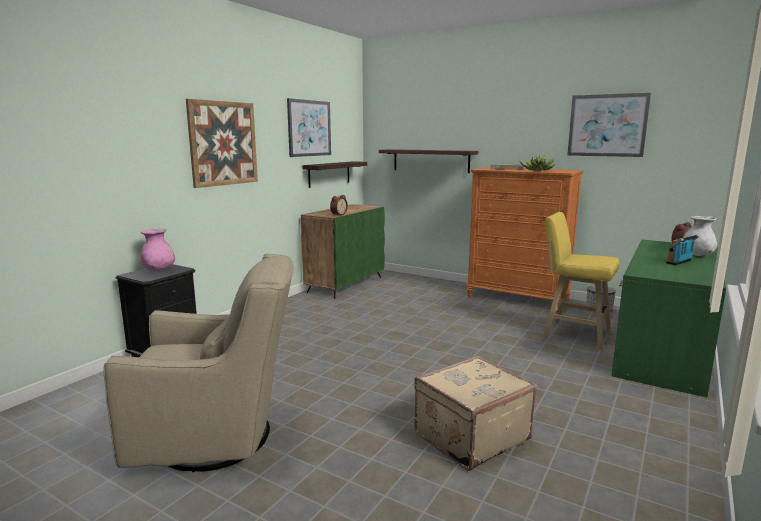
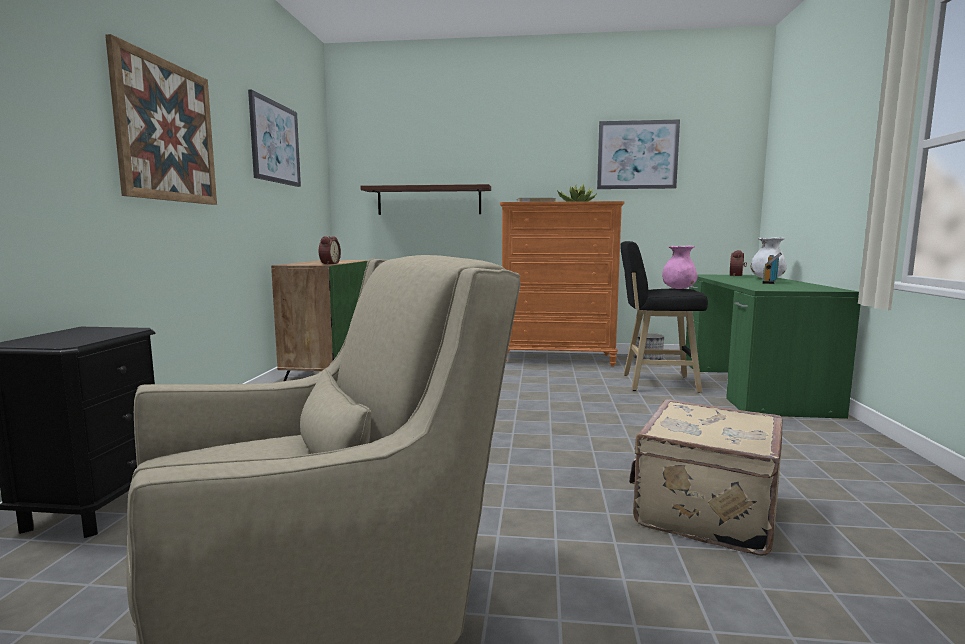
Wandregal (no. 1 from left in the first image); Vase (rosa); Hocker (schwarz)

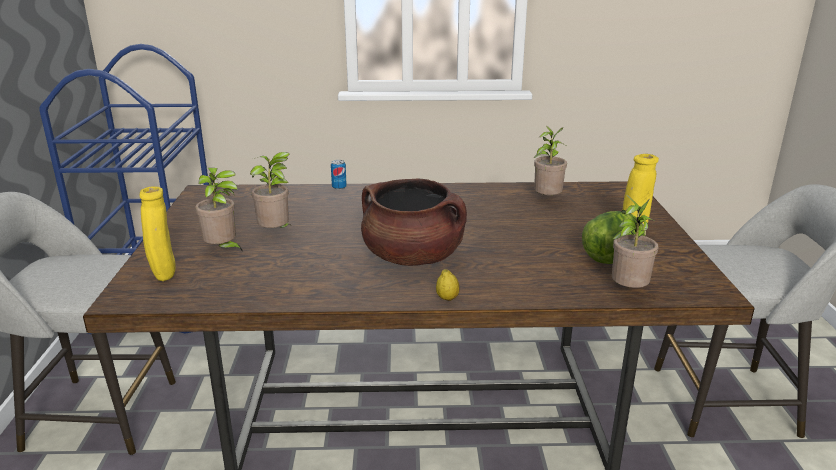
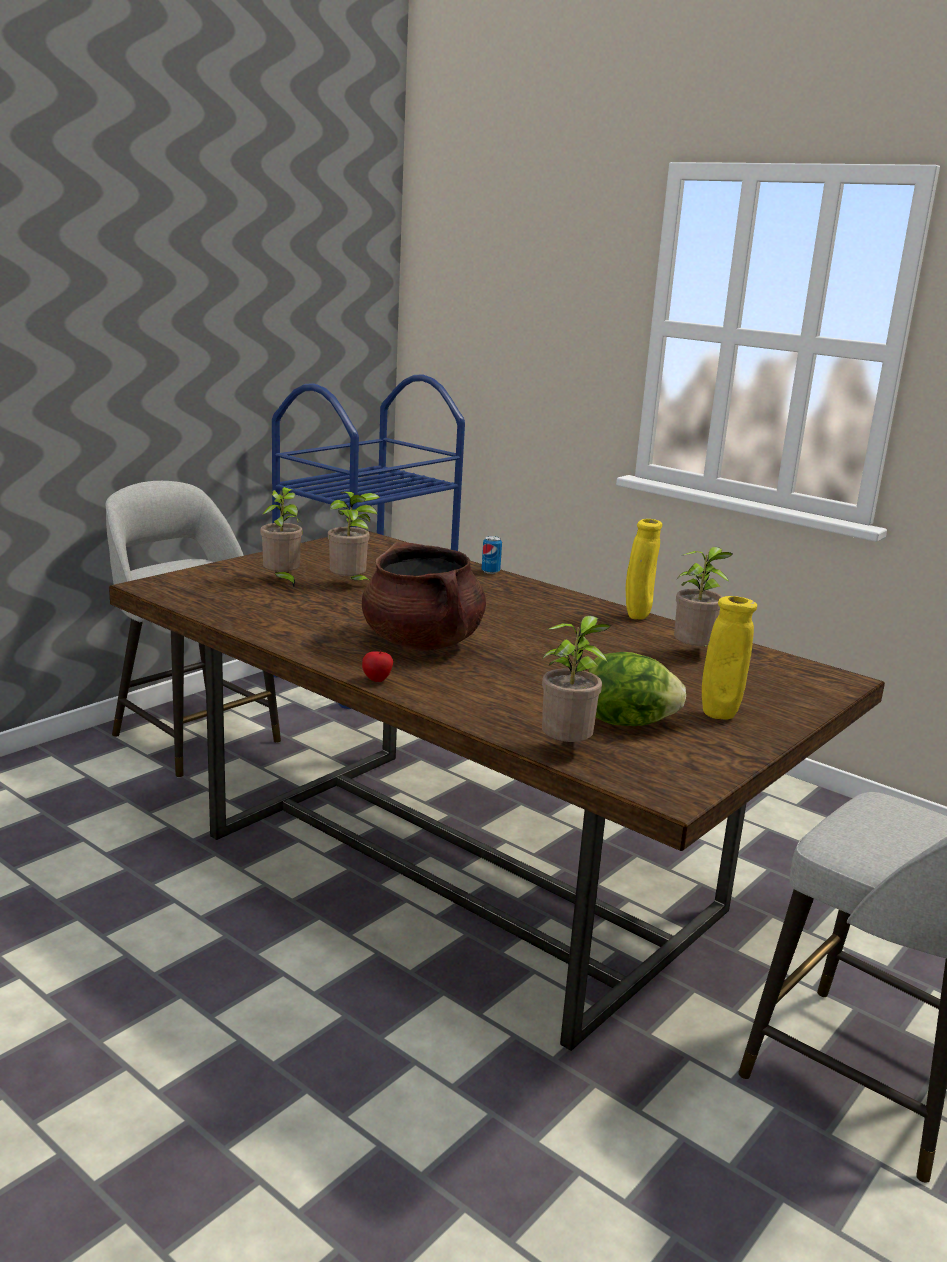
Vase (gelb) (no. 1 from left); Apfel

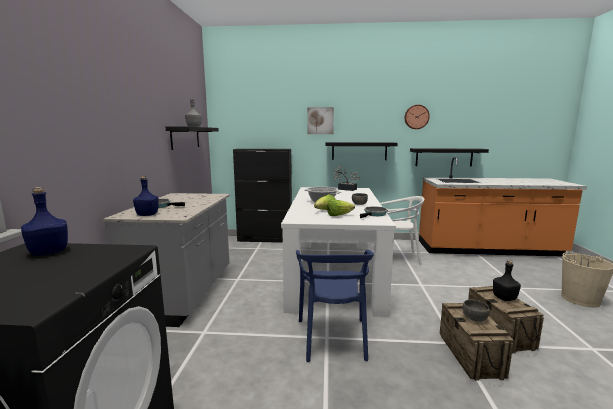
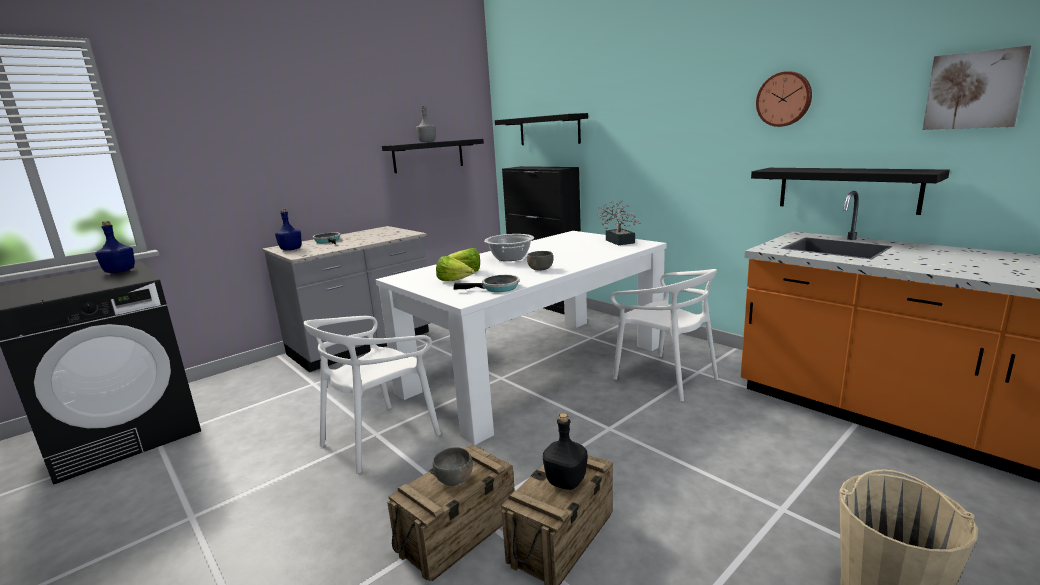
Bild; Wandregal (schwarz) (no. 2 from left); Stuhl (weiß) (no. 1 from left)

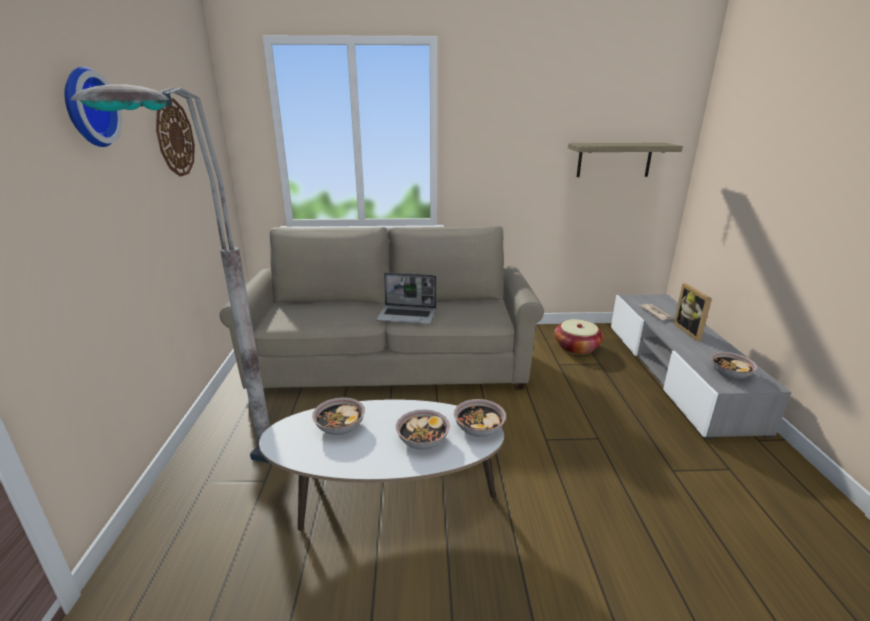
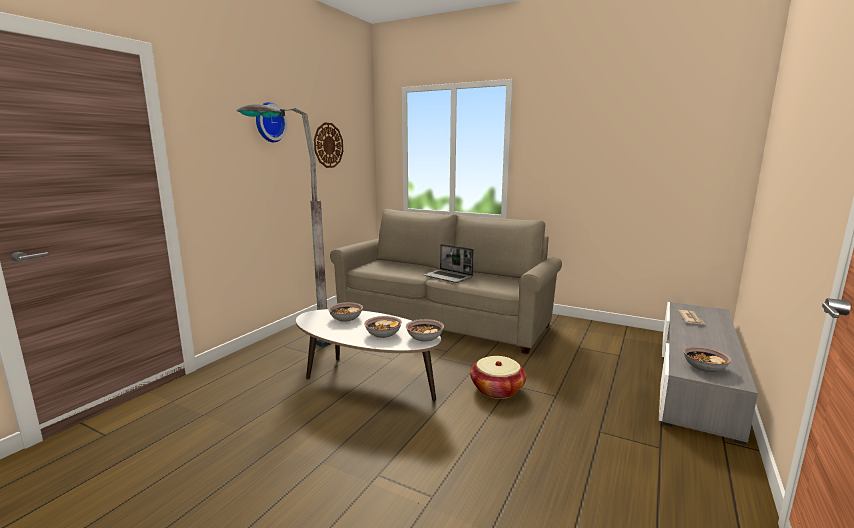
Wandregal; Bilderrahmen; Korb

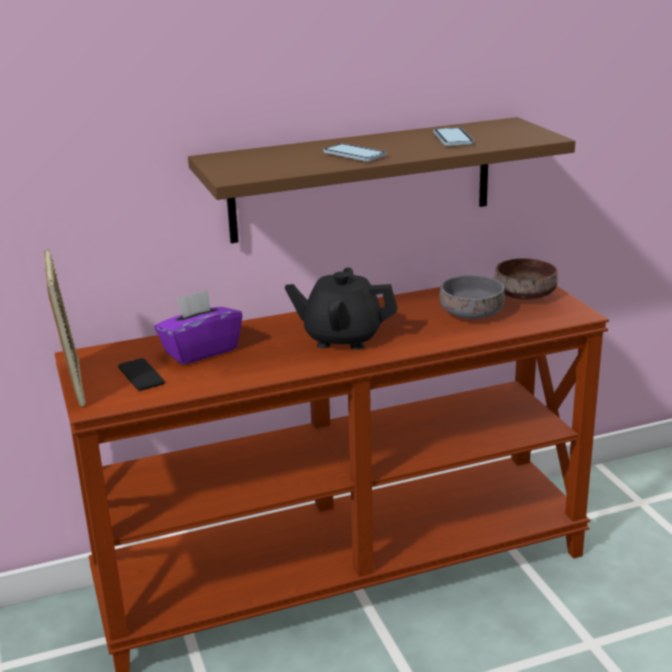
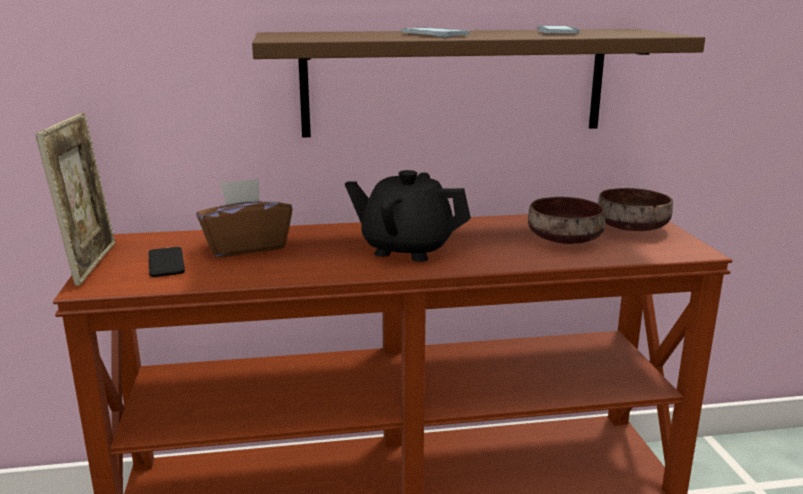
Taschentuchbox (braun); Schüssel (braun) (no. 1 from left)

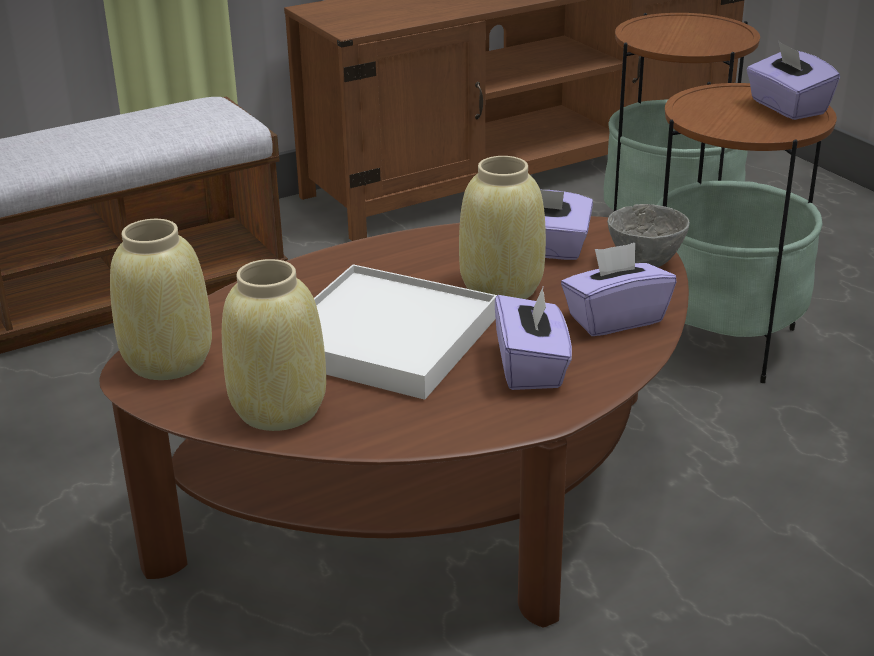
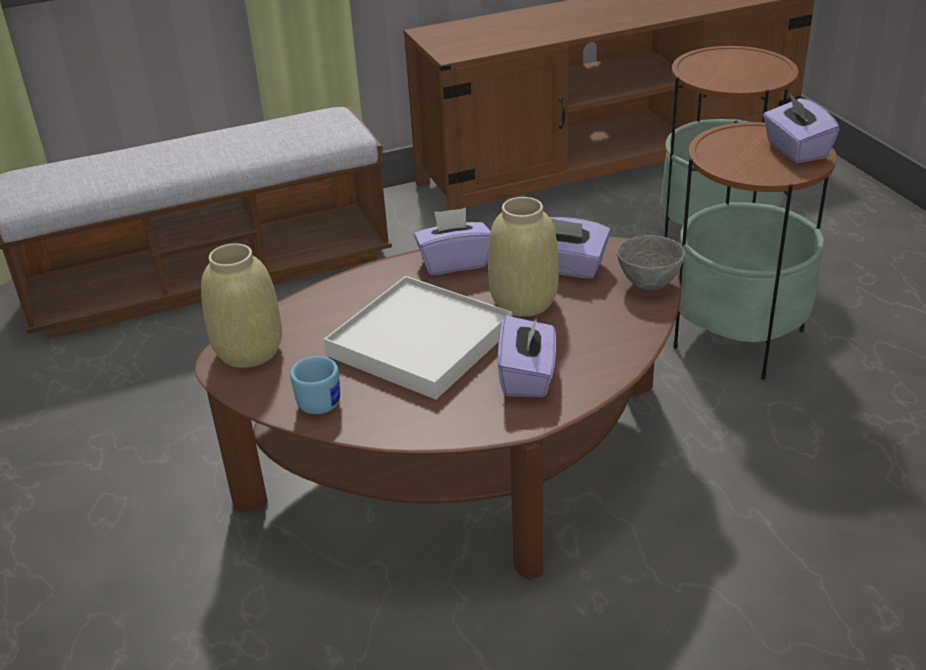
Taschentuchbox (lila) (no. 1 from left); Henkelbecher (blau)

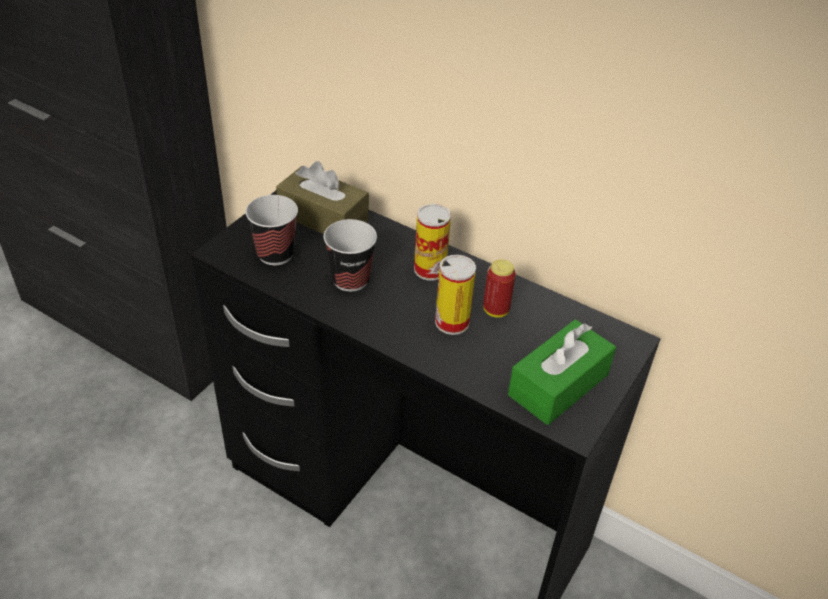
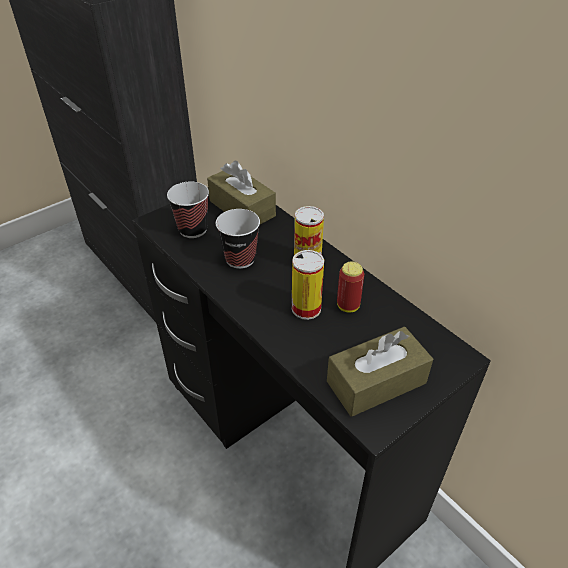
Taschentuchbox (braun) (no. 2 from left)

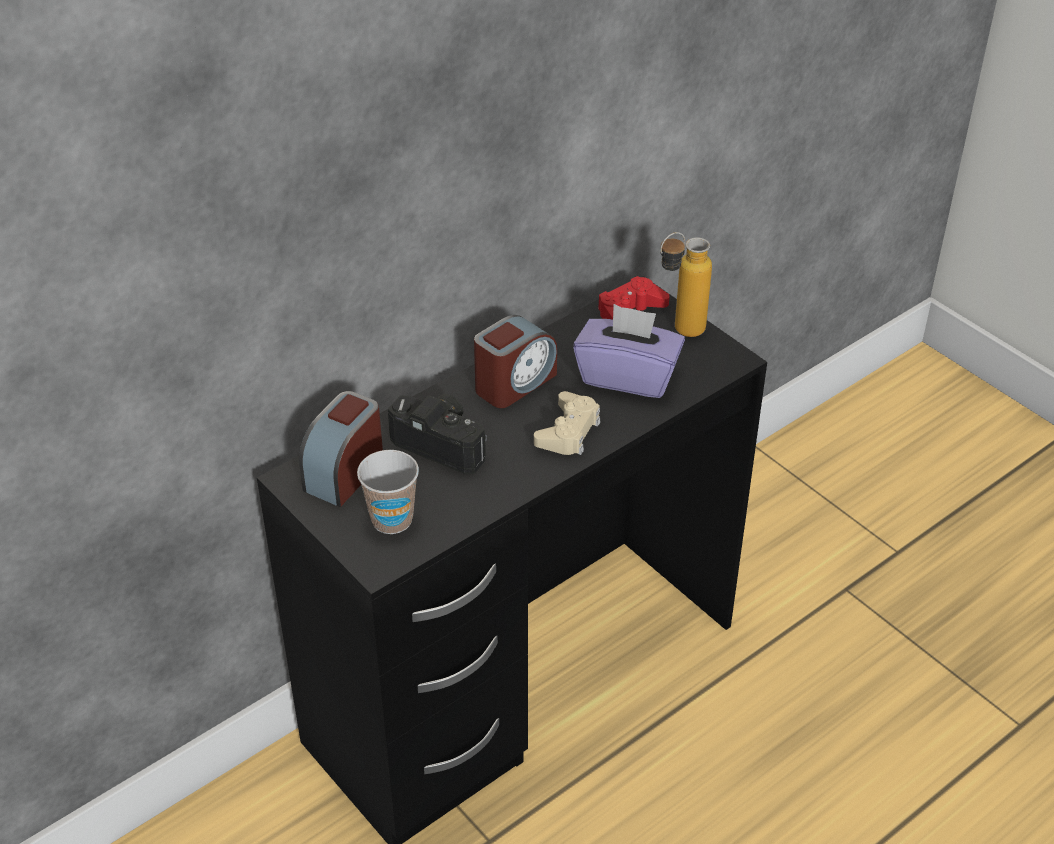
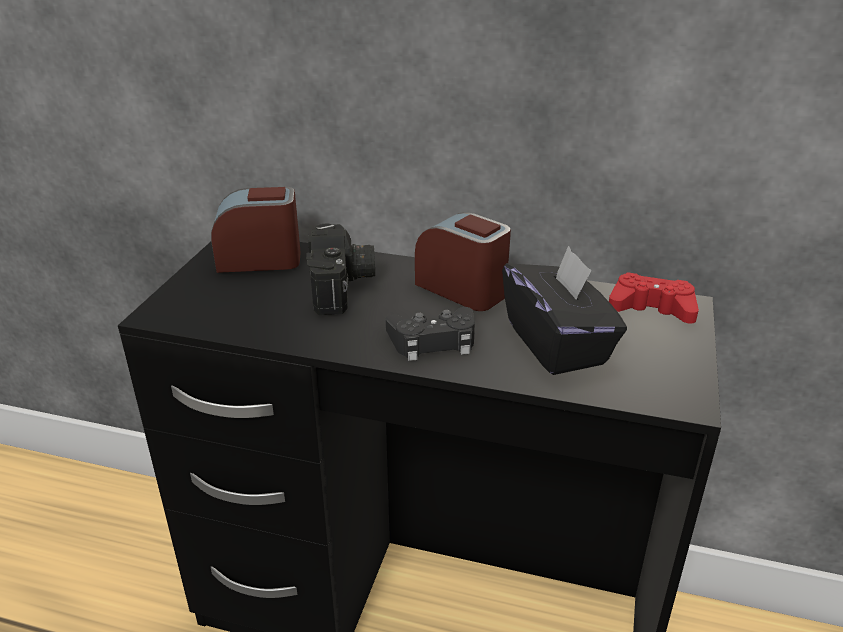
Tasse; Flasche; Gamepad (schwarz); Taschentuchbox (schwarz); Wecker (no. 2 from left)

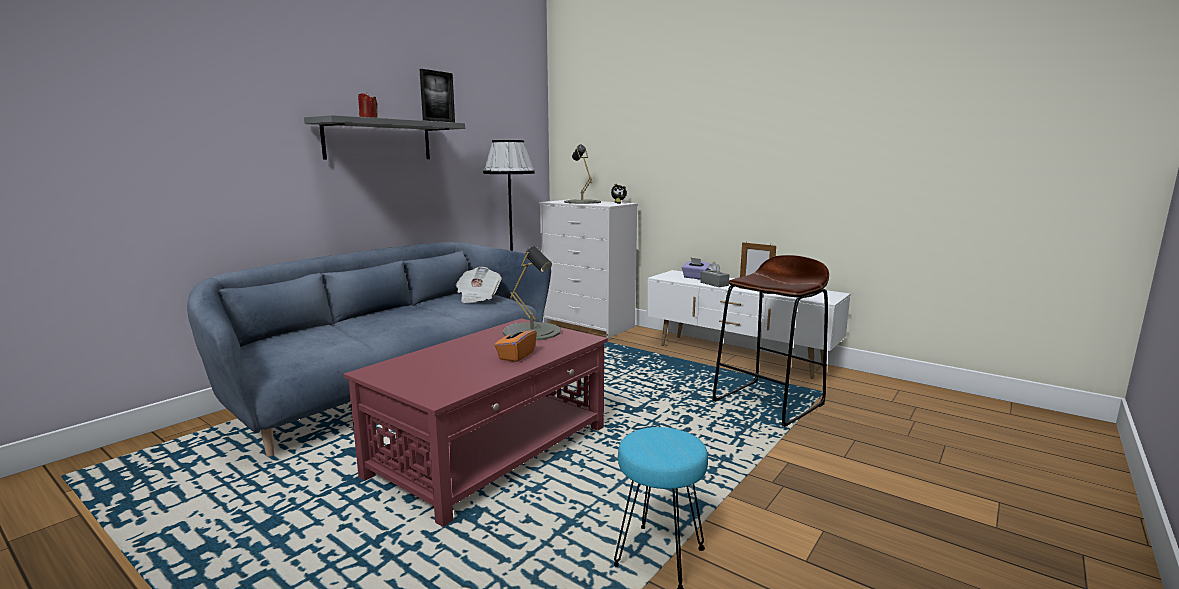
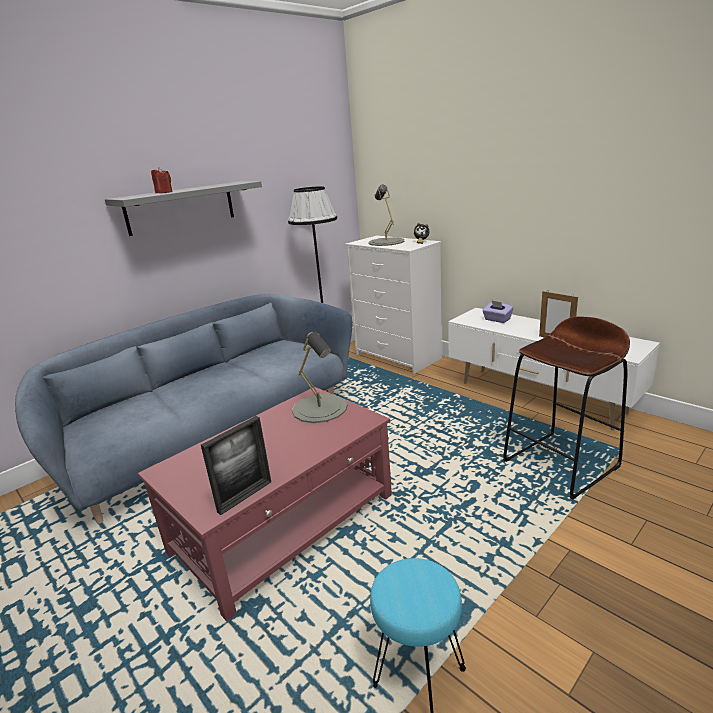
Zeitung; Taschentuchbox (orange); Taschentuchbox (grau); Bilderrahmen (no. 1 from left)

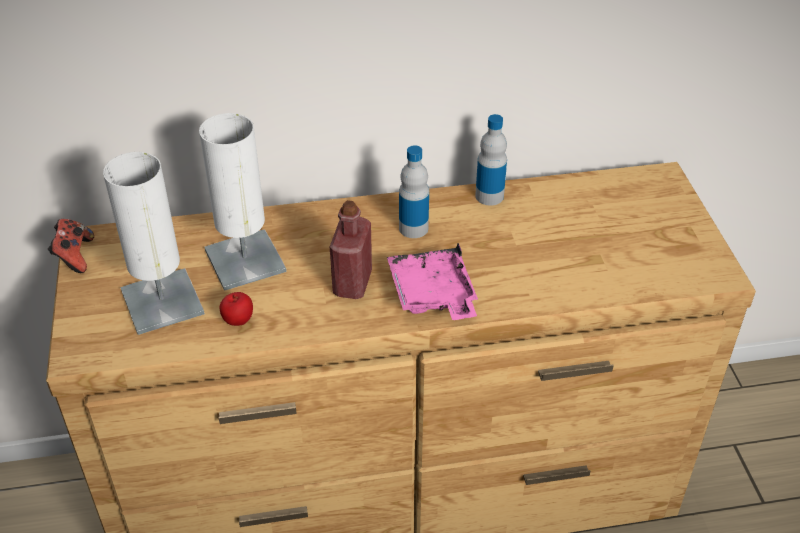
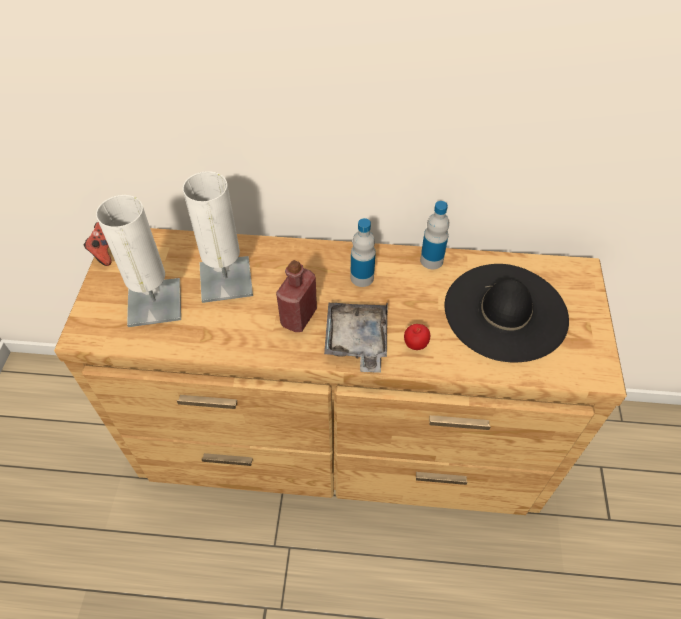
Hut (schwarz); Apfel; Tablett (grau)

